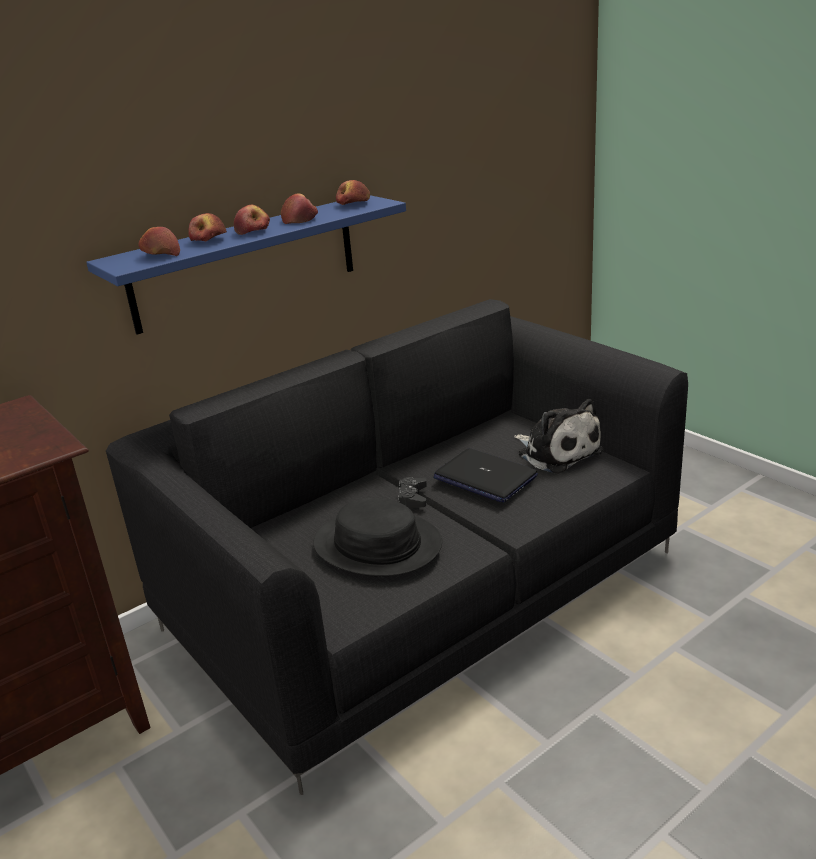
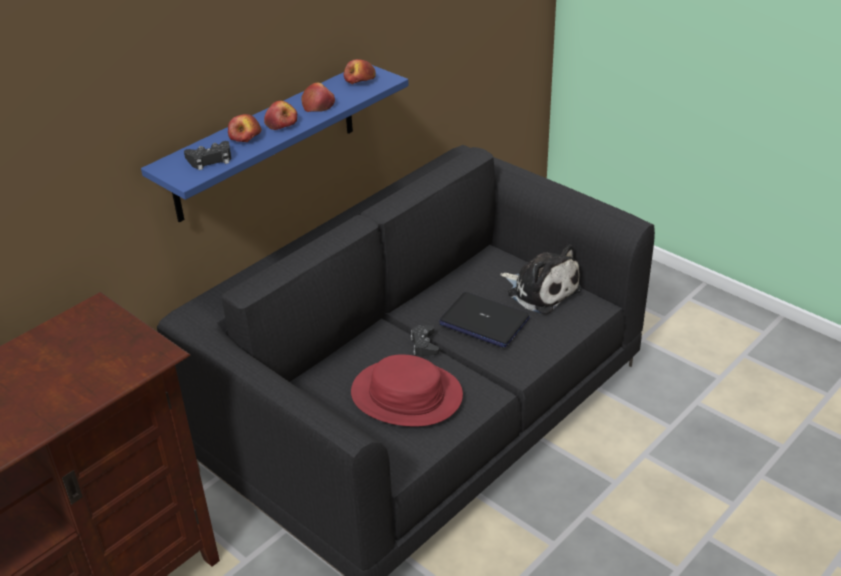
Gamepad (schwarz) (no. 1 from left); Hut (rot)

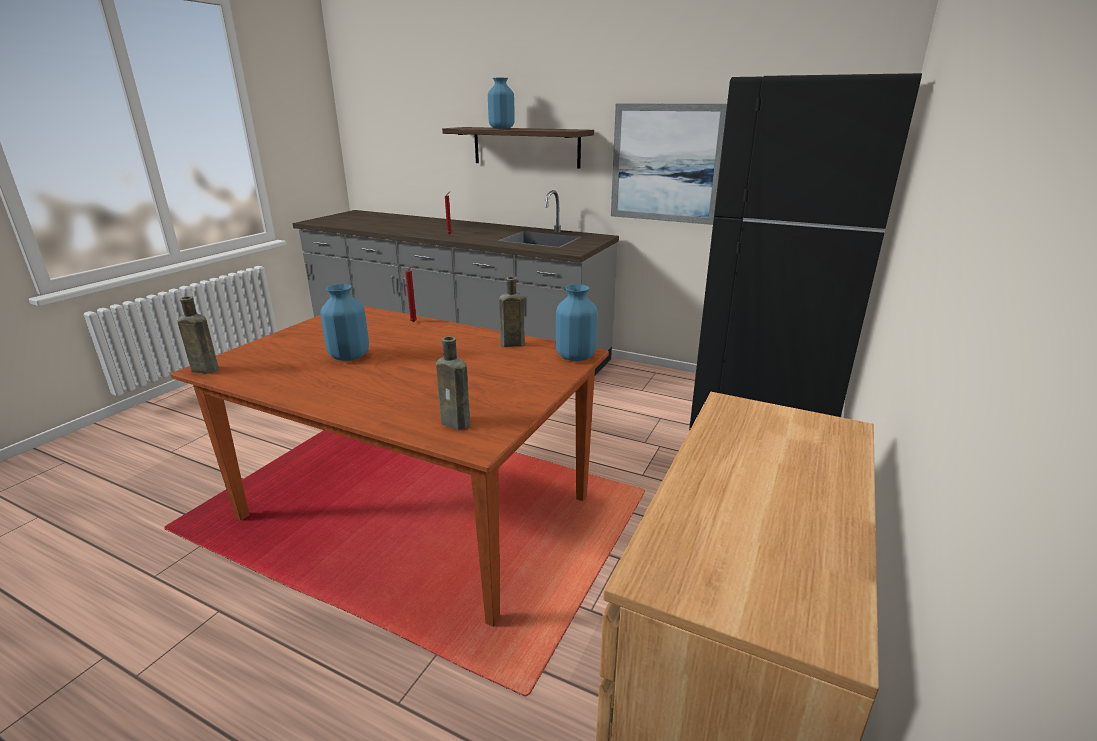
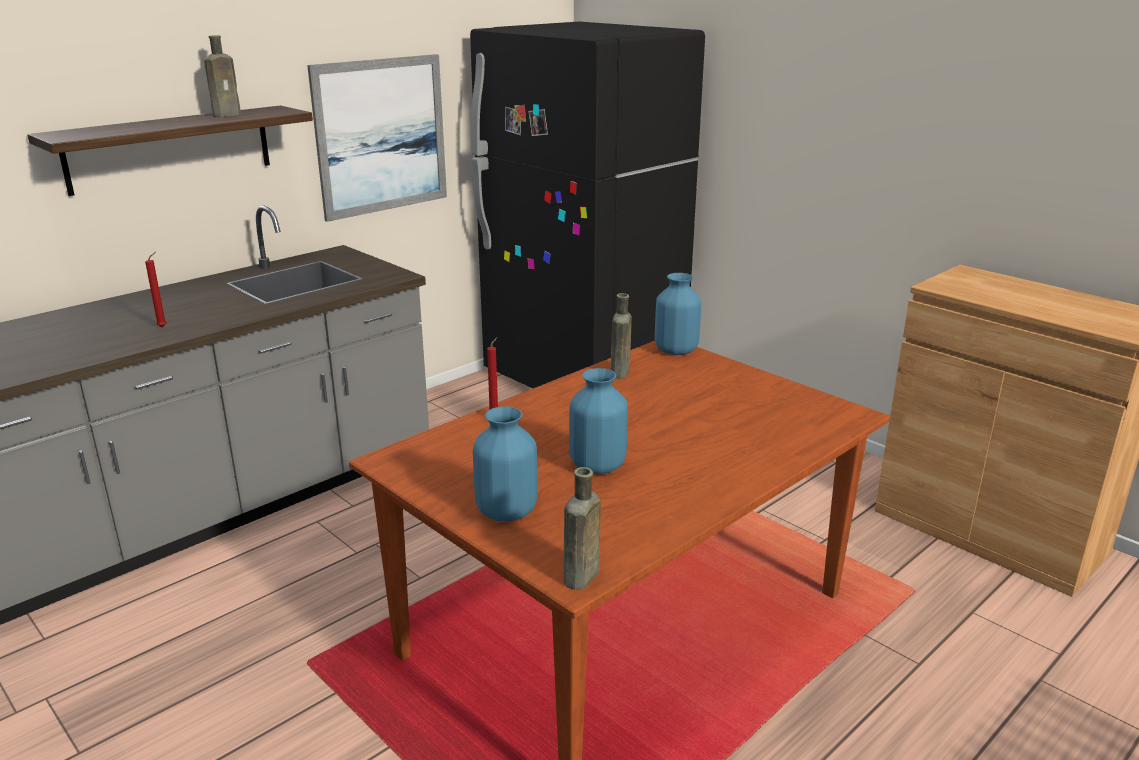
Flasche (braun) (no. 1 from left); Vase (blau) (no. 1 from left)

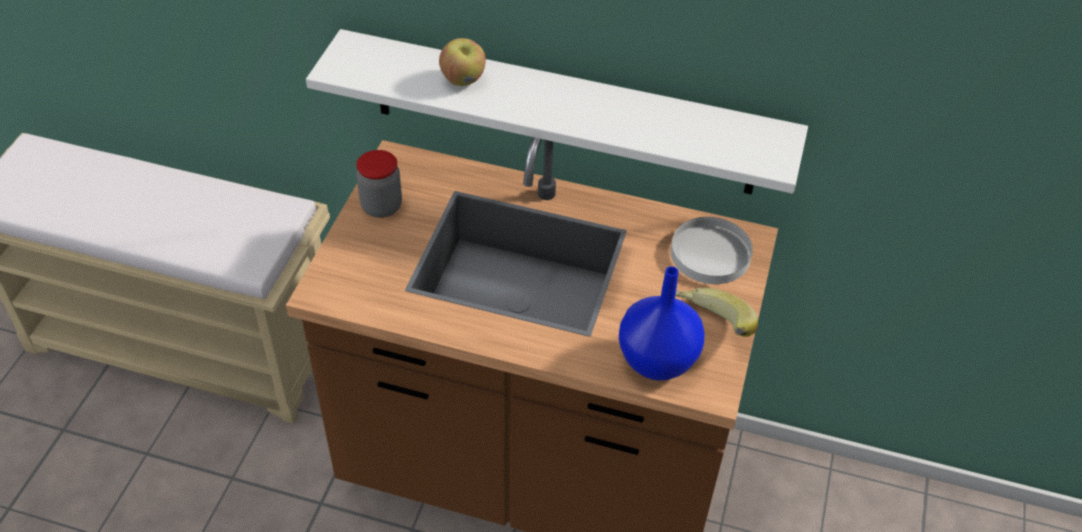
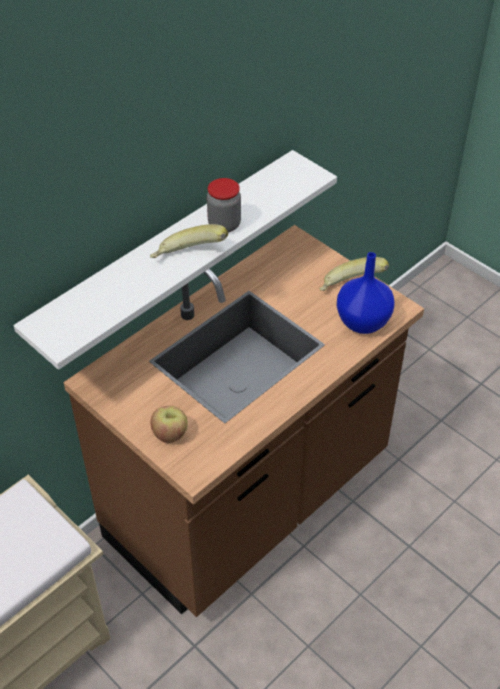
Teller (weiß); Banane (no. 1 from left); Vorratsglas; Apfel

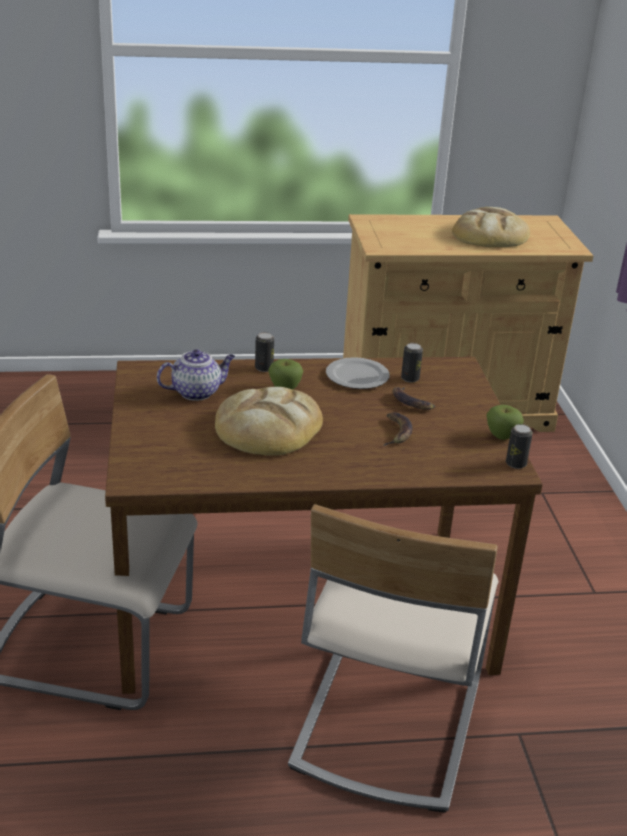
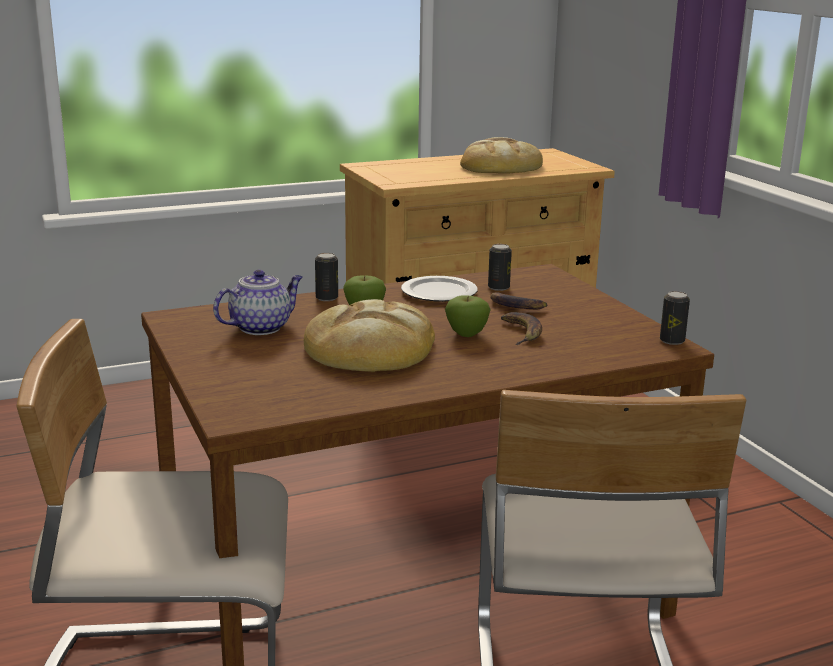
Apfel (no. 2 from left)

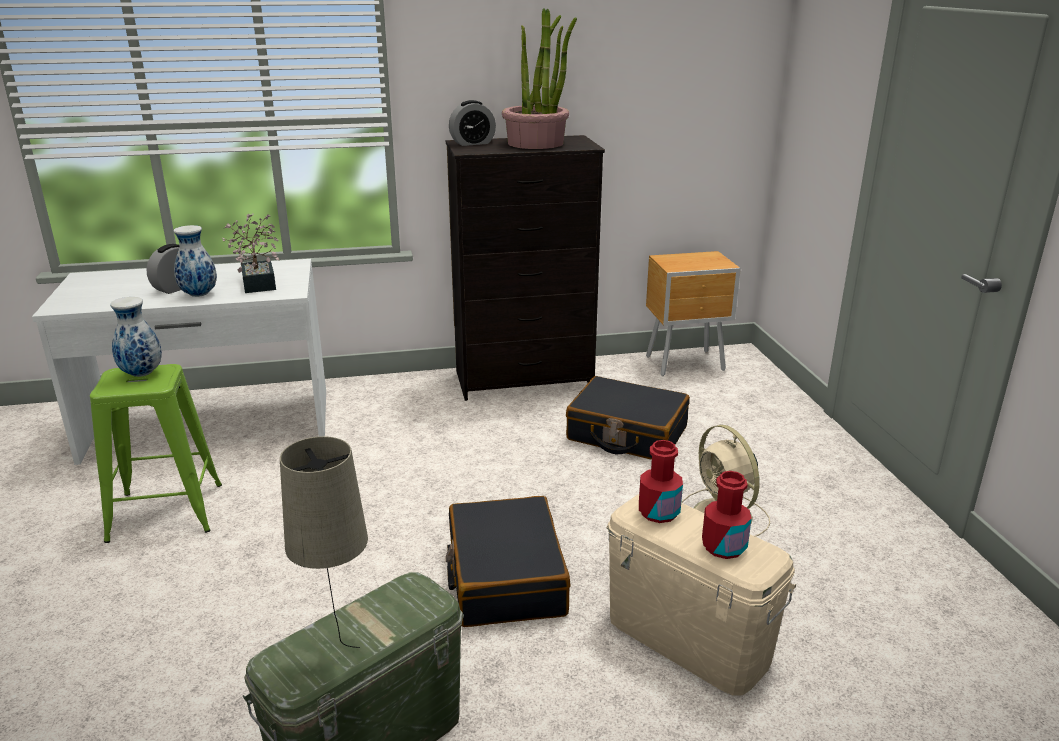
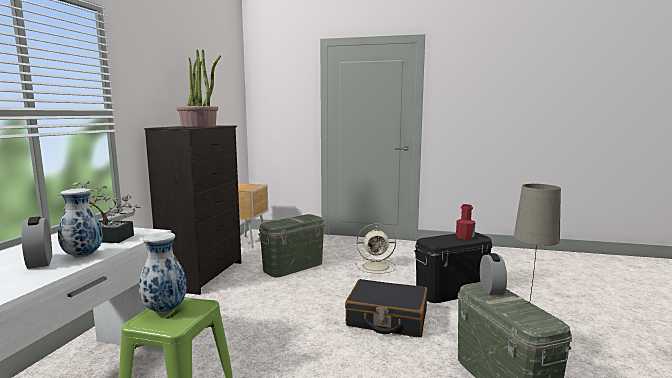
Flasche (rot) (no. 1 from left in the first image); Wecker (no. 2 from left); Aufbewahrungsbox (grün) (no. 1 from left); Aufbewahrungsbox (schwarz)

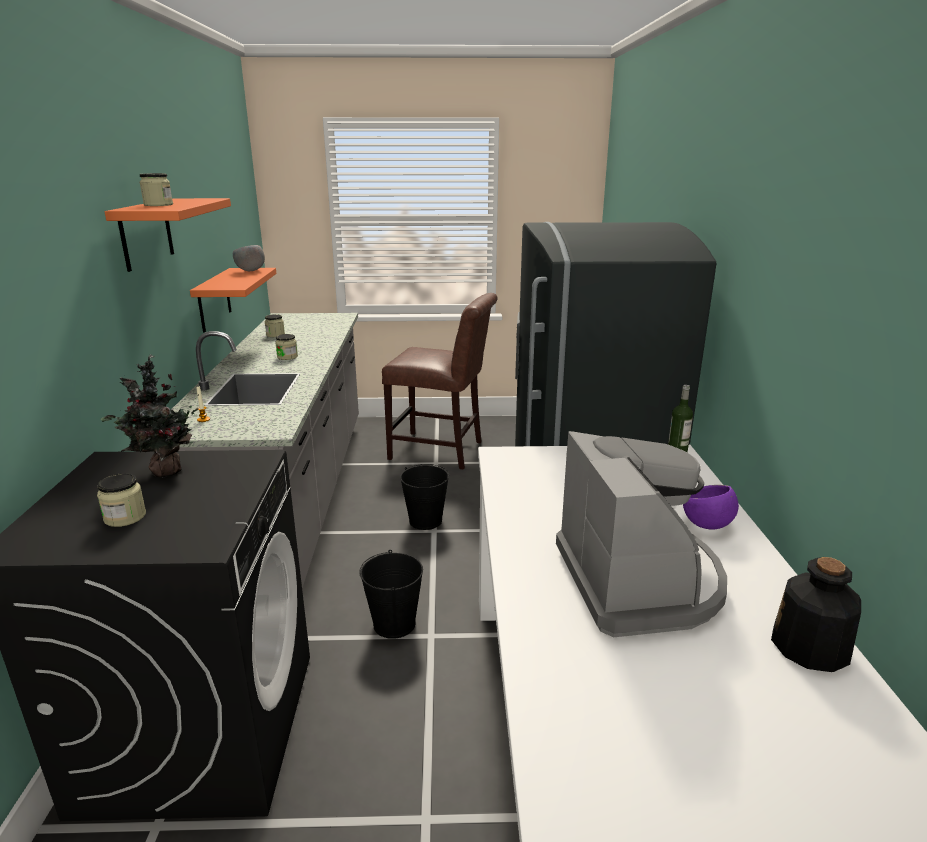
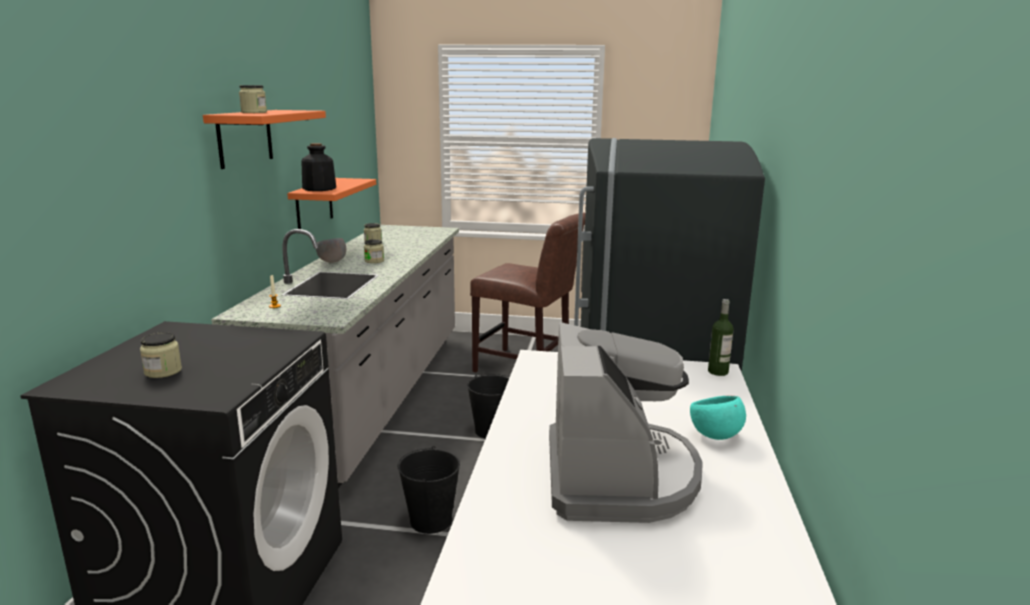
Topfpflanze; Schüssel (grau); Flasche (no. 1 from left); Schüssel (türkis)

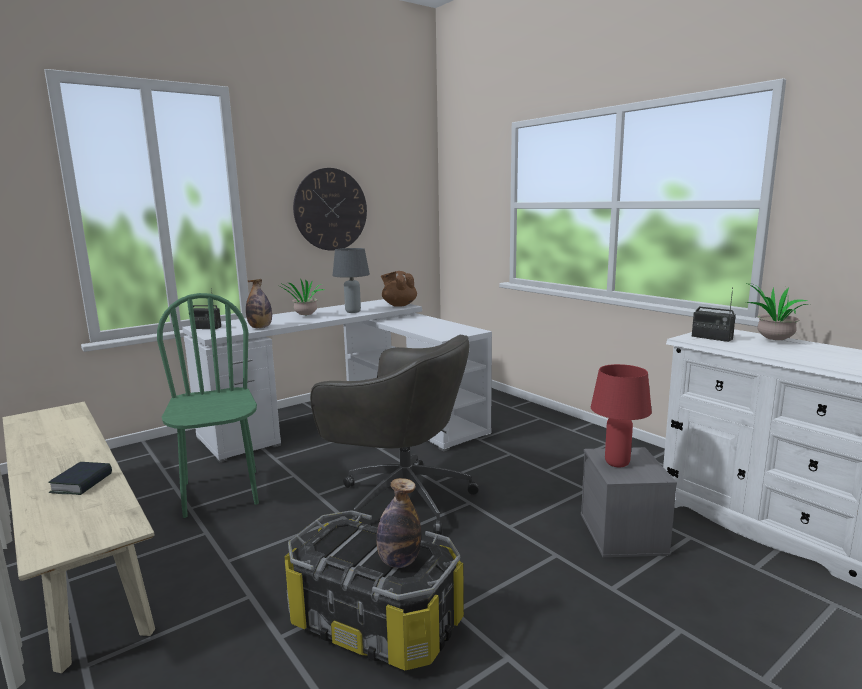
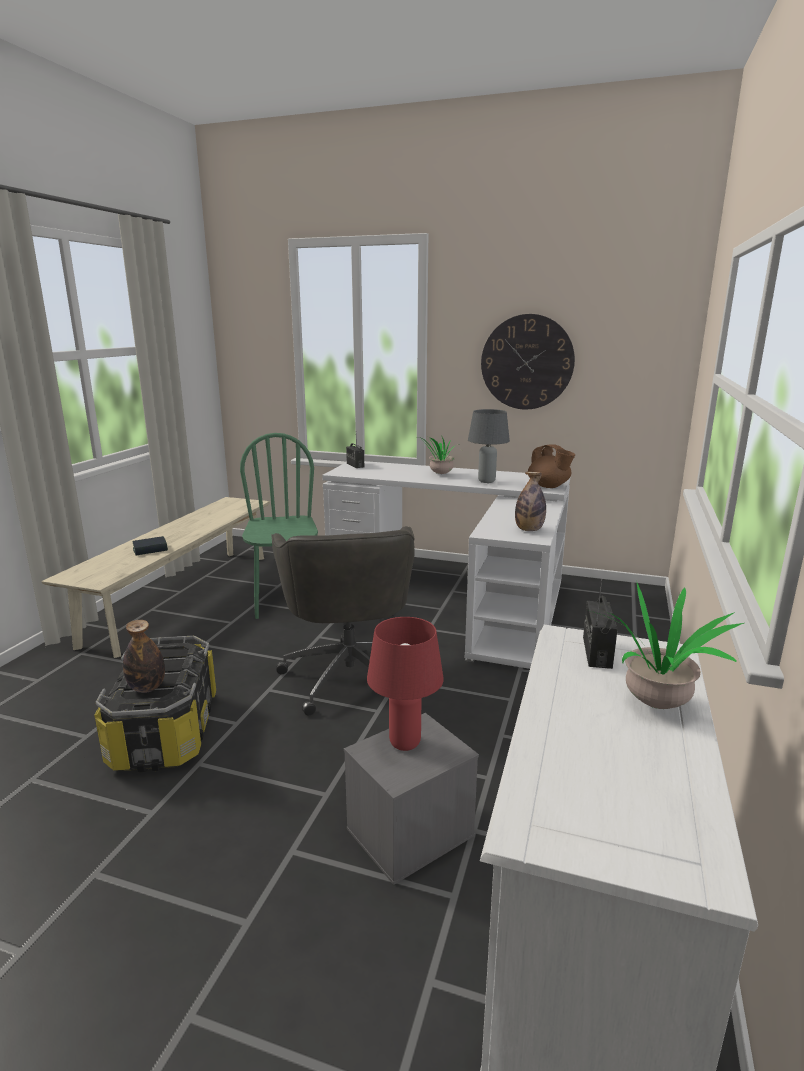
Flasche (no. 2 from left); Stuhl (grün); Teekanne (braun)

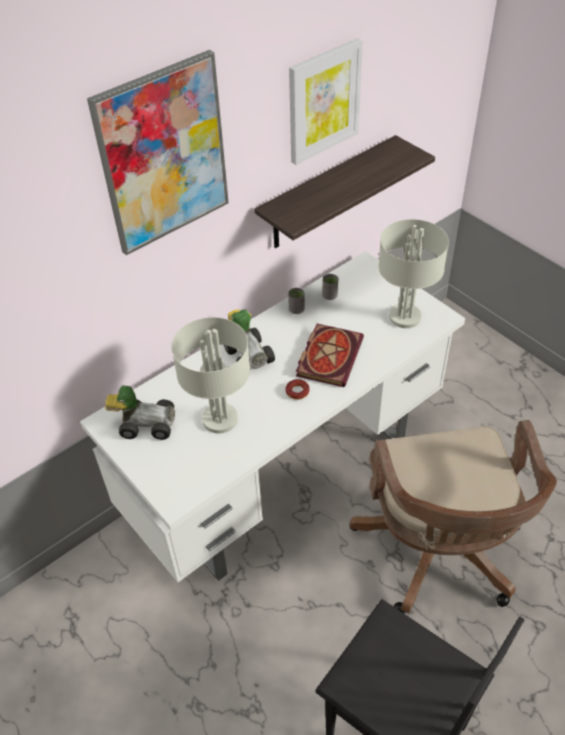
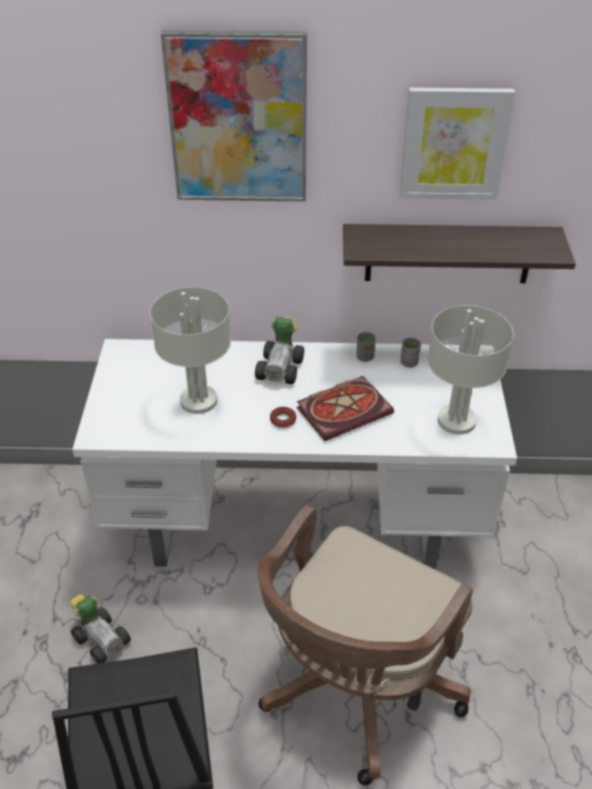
Spielzeugauto (no. 1 from left)

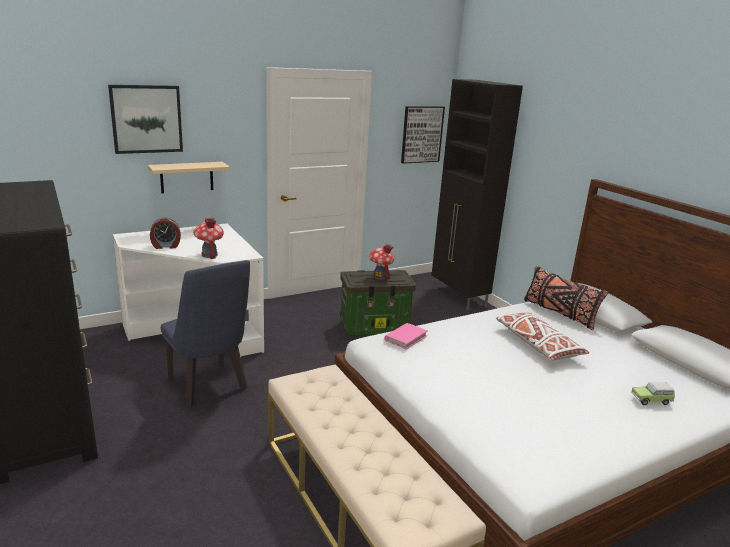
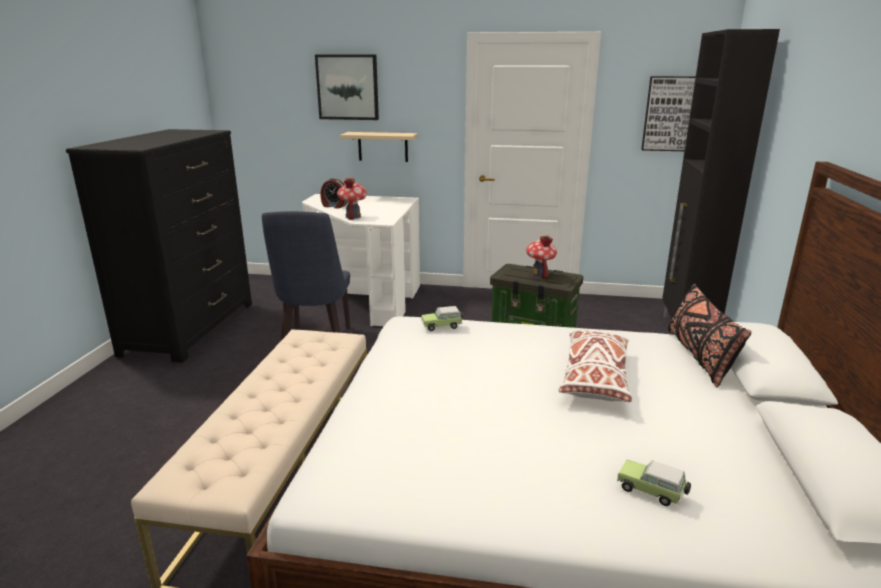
Spielzeugauto (no. 1 from left)

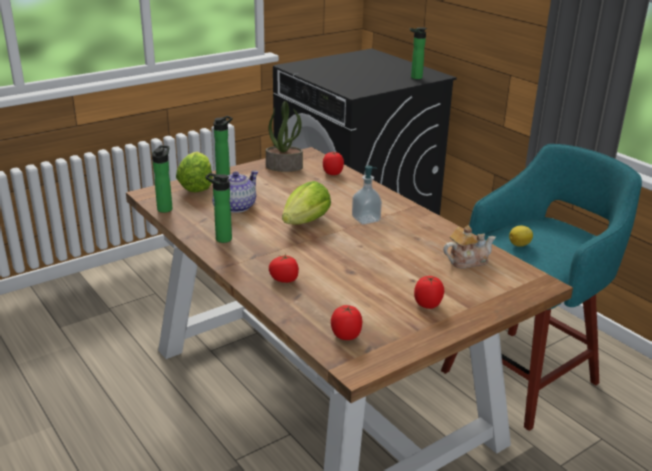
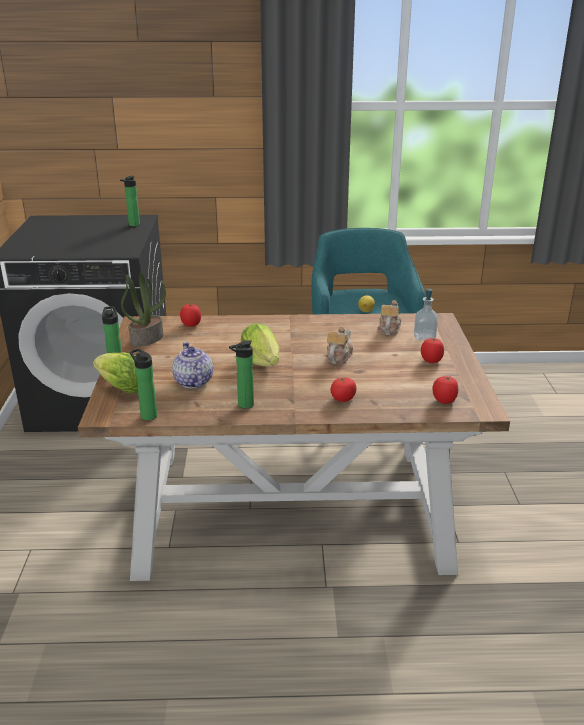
Teekanne (no. 2 from left); Seifenspender

